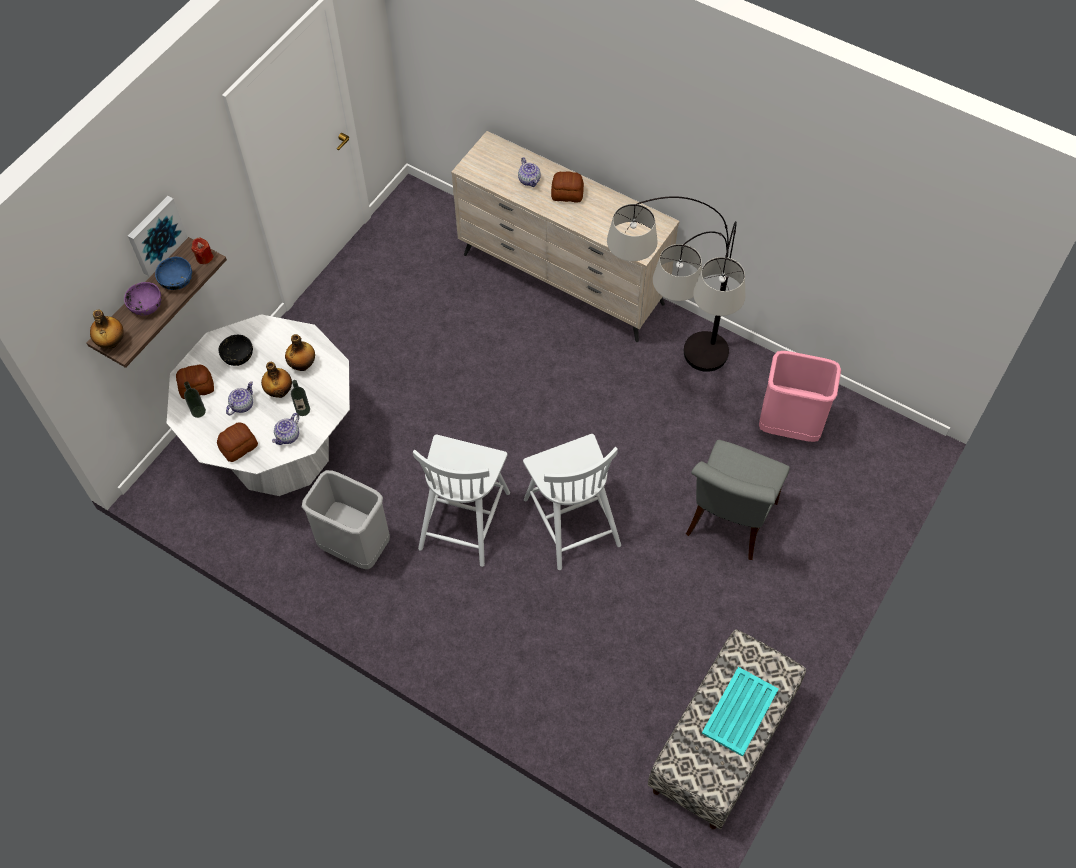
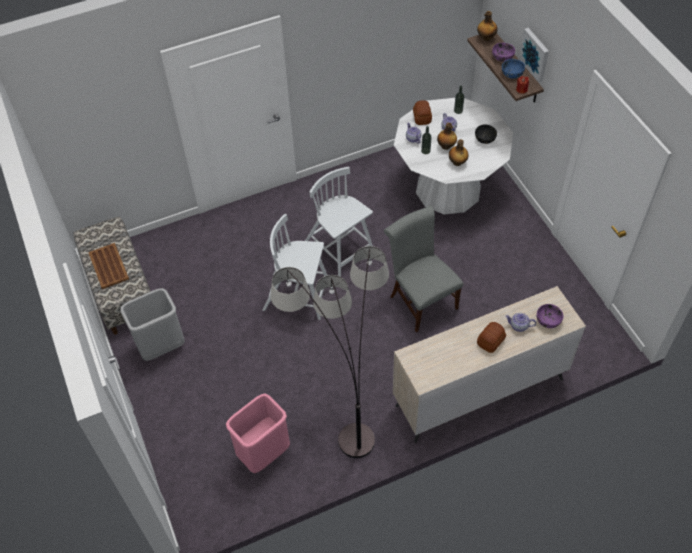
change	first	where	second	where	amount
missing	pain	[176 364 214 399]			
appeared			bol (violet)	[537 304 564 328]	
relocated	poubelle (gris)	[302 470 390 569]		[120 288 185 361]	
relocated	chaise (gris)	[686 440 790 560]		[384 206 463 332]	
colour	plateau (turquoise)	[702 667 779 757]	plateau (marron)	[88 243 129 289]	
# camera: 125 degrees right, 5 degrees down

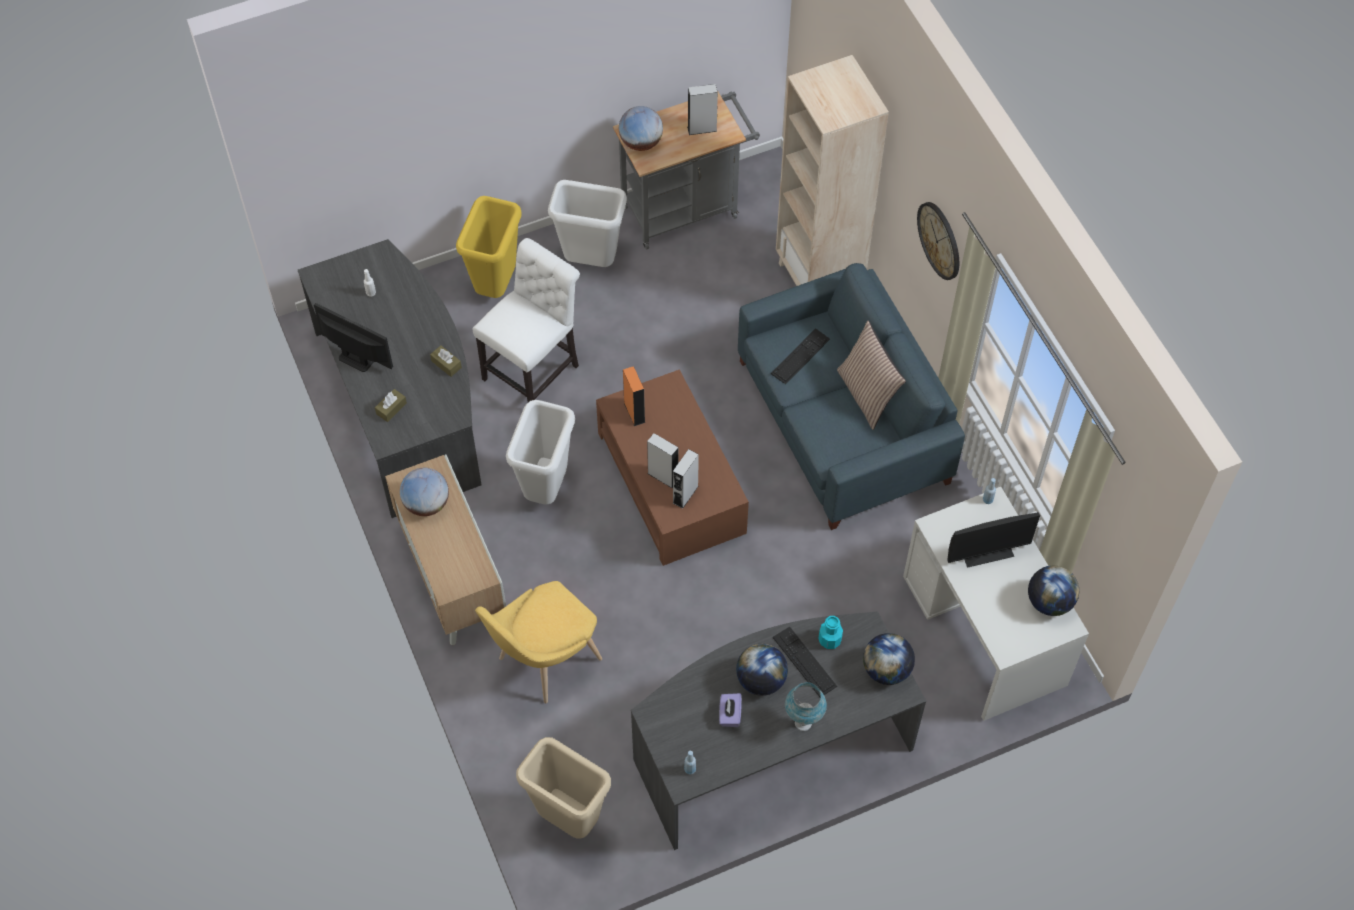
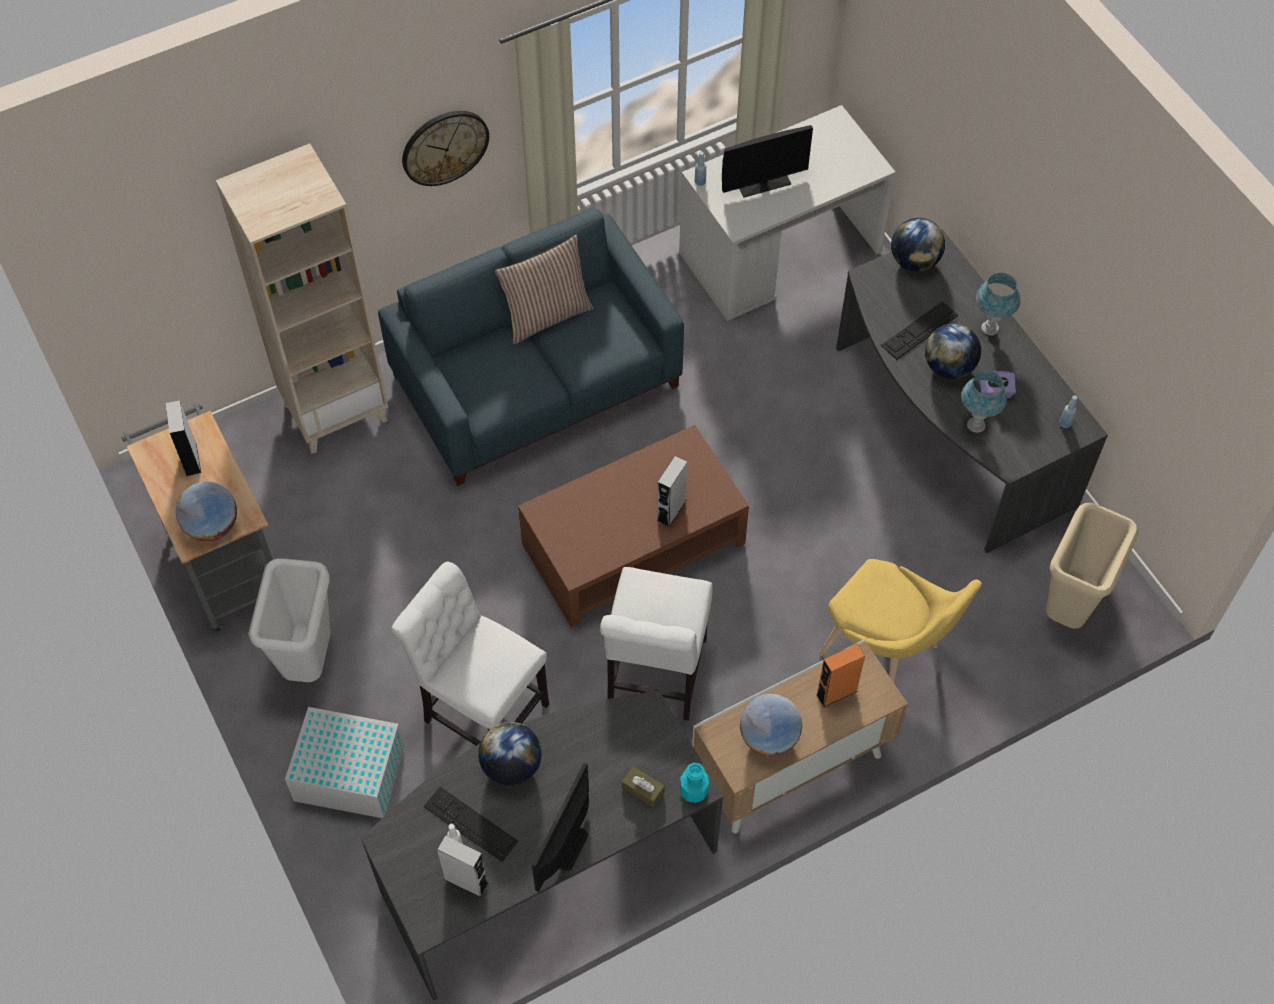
change	first	where	second	where	amount
missing	boîte à mouchoirs (marron)	[430 345 462 377]			
appeared			lampe de table (bleu)	[961 370 1007 433]	
relocated	enceinte (orange)	[623 366 645 426]		[816 644 865 708]	
relocated	enceinte (gris)	[673 449 699 509]		[437 836 489 898]	
relocated	clavier	[771 328 830 384]		[424 787 518 862]	
relocated	bouteille (turquoise)	[818 616 843 649]		[680 763 709 803]	
relocated	globe	[1028 566 1079 616]		[478 722 542 786]	
exchanged	poubelle (jaune)	[456 196 522 298]	boîte de rangement (blanc)	[285 707 404 818]	
exchanged	poubelle (blanc)	[506 400 575 505]	chaise (blanc)	[600 567 713 720]	
spun	écran d'ordinateur	[947 512 1040 568]		[722 125 813 198]	90 degrees clockwise
# camera: 95 degrees left, 0 degrees up

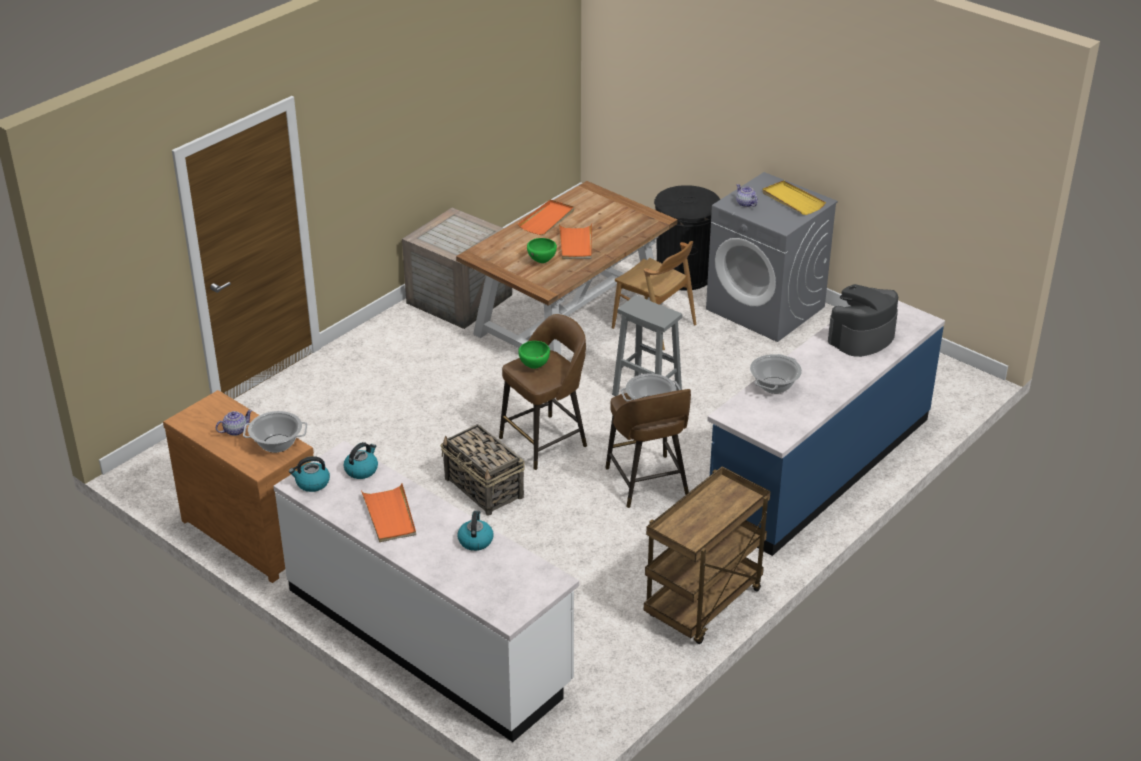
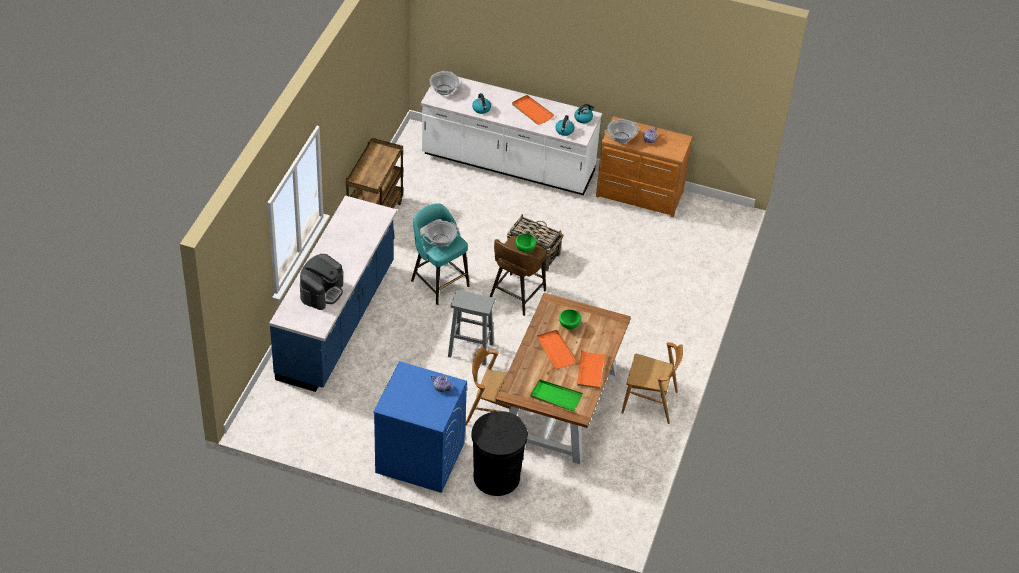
change	first	where	second	where	amount
missing	plateau (jaune)	[762 180 826 215]			
appeared			plateau (vert)	[530 379 583 412]	
relocated	marmite	[750 354 802 394]		[429 71 459 95]	
exchanged	caisse	[402 208 512 329]	chaise (marron)	[621 342 683 424]	
colour	tabouret (marron)	[606 389 691 508]	tabouret (turquoise)	[411 203 470 305]	
colour	lave-linge (gris)	[706 172 838 342]	lave-linge (bleu)	[373 361 467 493]	
# camera: 155 degrees right, 10 degrees up

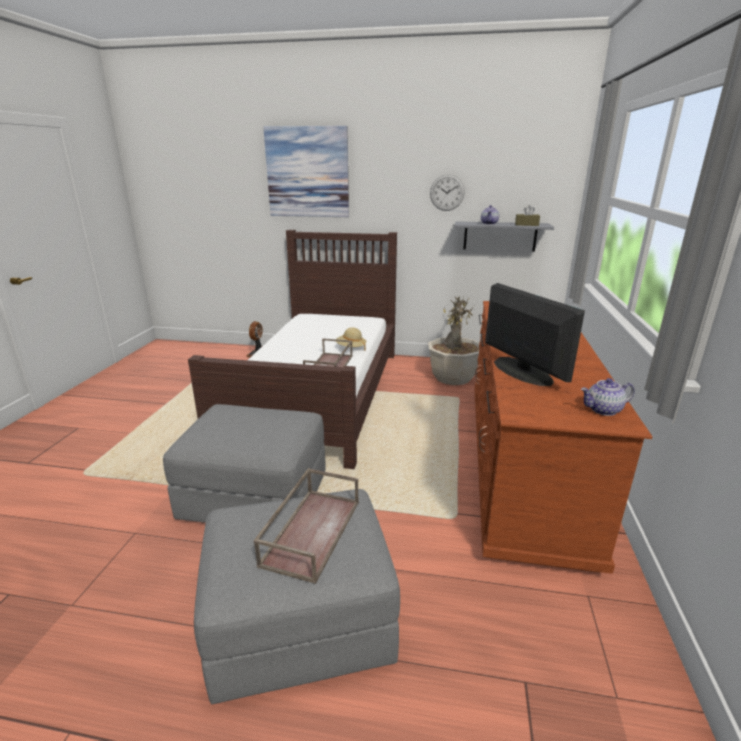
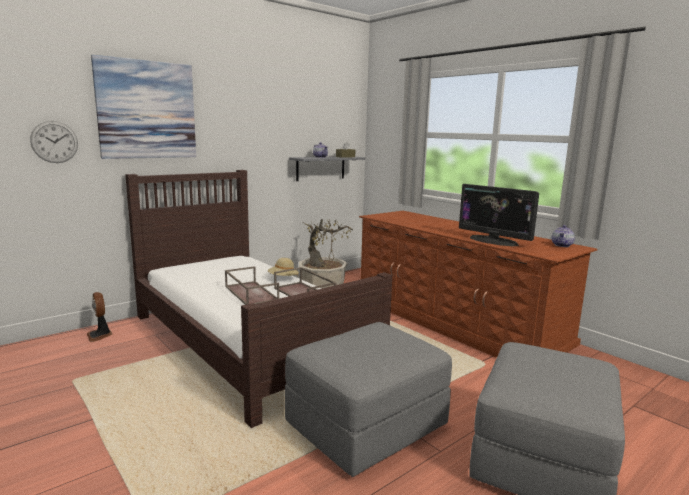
change	first	where	second	where	amount
relocated	plateau (marron)	[254 468 359 584]		[225 266 279 305]	
relocated	horloge murale	[430 174 465 211]		[30 121 78 163]	
spun	écran d'ordinateur	[485 283 585 386]		[459 184 539 246]	150 degrees counterclockwise
# camera: 50 degrees left, 10 degrees down

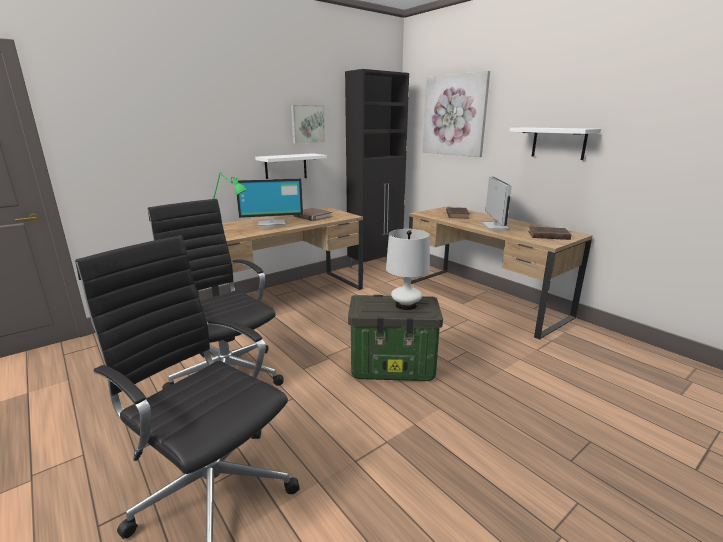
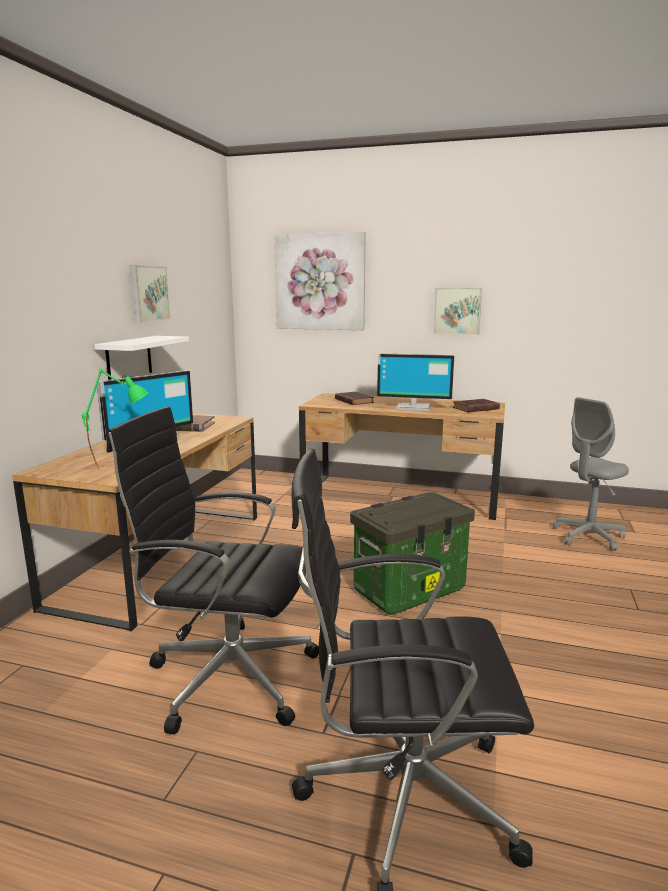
change	first	where	second	where	amount
missing	meuble de rangement (noir)	[345 69 409 273]			
missing	lampe de table (blanc)	[386 229 430 310]			
appeared			chaise de bureau (gris)	[552 397 629 551]	
exchanged	étagère (blanc)	[509 127 601 160]	tableau	[433 288 482 335]	
spun	écran d'ordinateur	[482 176 512 231]		[377 353 454 411]	135 degrees clockwise
# camera: 35 degrees left, 5 degrees down

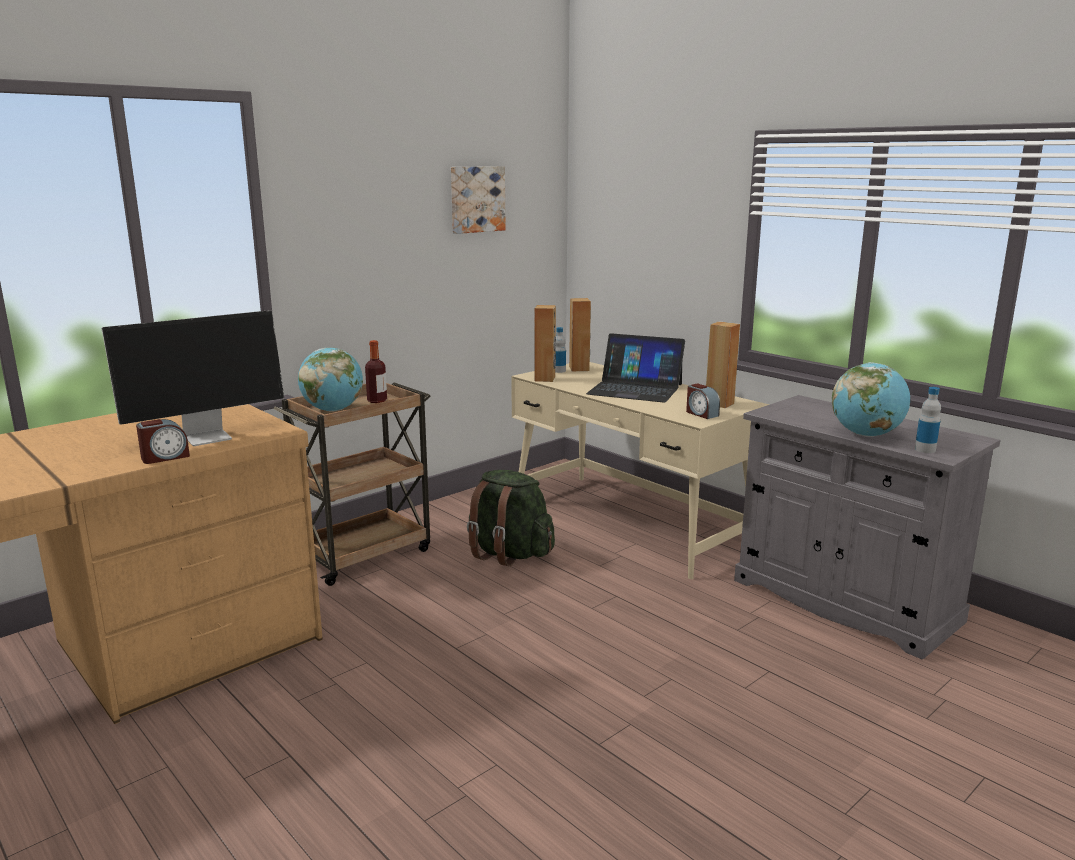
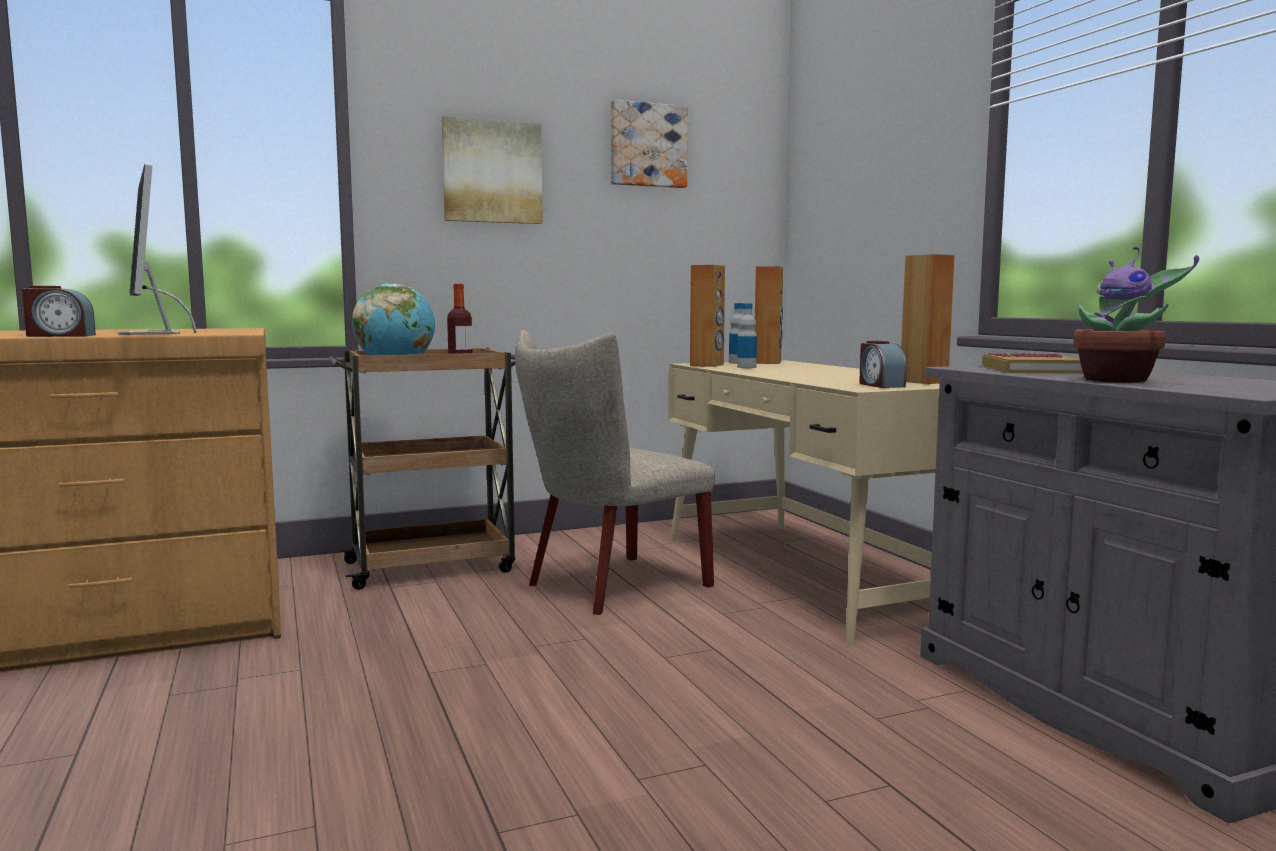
change	first	where	second	where	amount
missing	ordinateur portable	[586 333 685 403]			
appeared			tableau	[442 116 543 224]	
appeared			livre	[982 353 1083 374]	
relocated	bouteille	[915 387 941 453]		[737 303 757 368]	
exchanged	sac à dos (vert)	[467 470 555 566]	chaise (beige)	[515 330 715 615]	
exchanged	globe	[832 362 910 437]	plante en pot	[1073 246 1199 383]	
spun	écran d'ordinateur	[101 310 284 446]		[118 164 197 335]	75 degrees clockwise
# camera: 20 degrees right, 10 degrees down

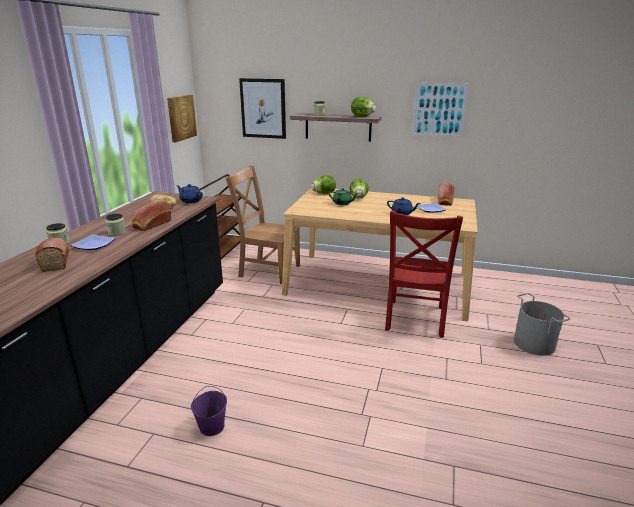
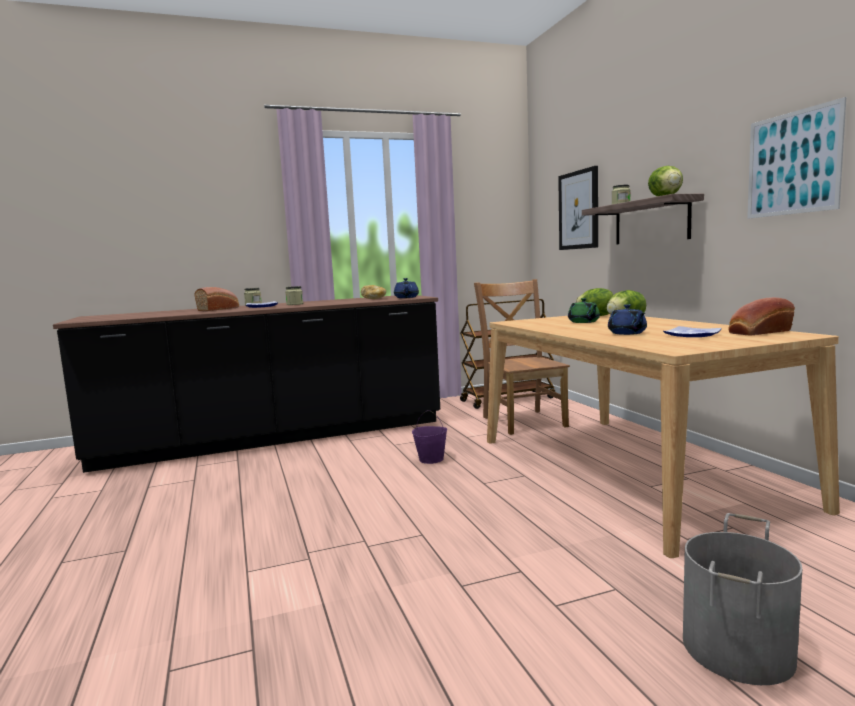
change	first	where	second	where	amount
missing	pain	[132 200 171 231]			
missing	tableau	[167 94 197 142]			
missing	chaise (rouge)	[385 210 463 338]			
relocated	seau (violet)	[191 386 227 436]		[412 410 447 464]	
# camera: 55 degrees right, 15 degrees down

